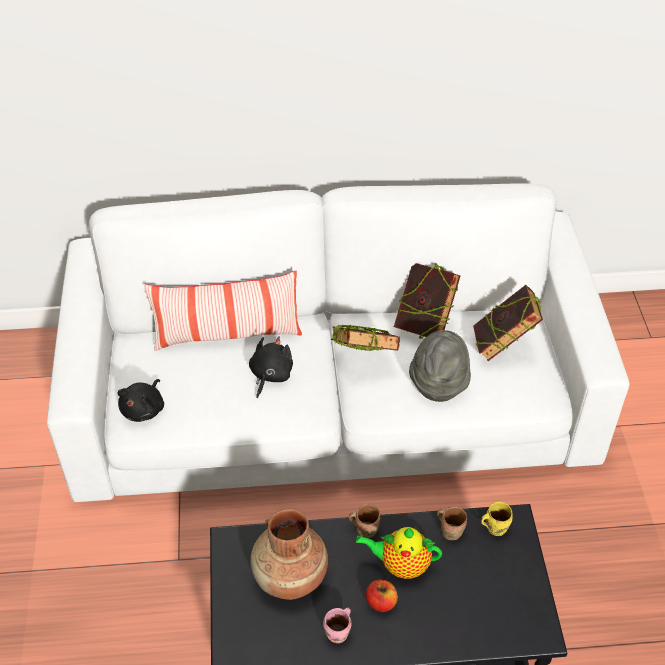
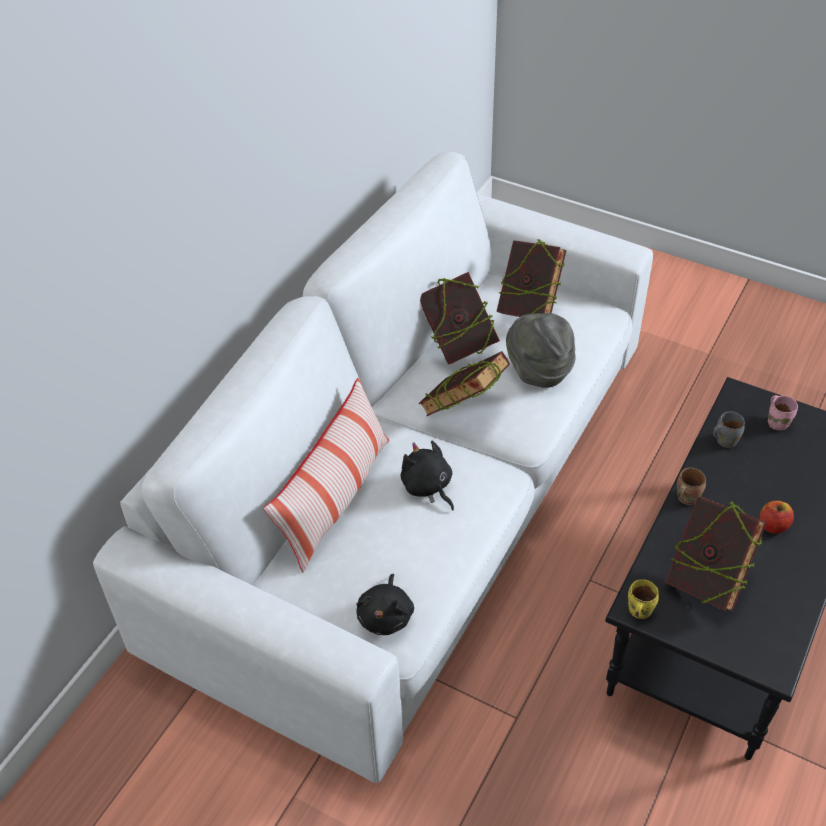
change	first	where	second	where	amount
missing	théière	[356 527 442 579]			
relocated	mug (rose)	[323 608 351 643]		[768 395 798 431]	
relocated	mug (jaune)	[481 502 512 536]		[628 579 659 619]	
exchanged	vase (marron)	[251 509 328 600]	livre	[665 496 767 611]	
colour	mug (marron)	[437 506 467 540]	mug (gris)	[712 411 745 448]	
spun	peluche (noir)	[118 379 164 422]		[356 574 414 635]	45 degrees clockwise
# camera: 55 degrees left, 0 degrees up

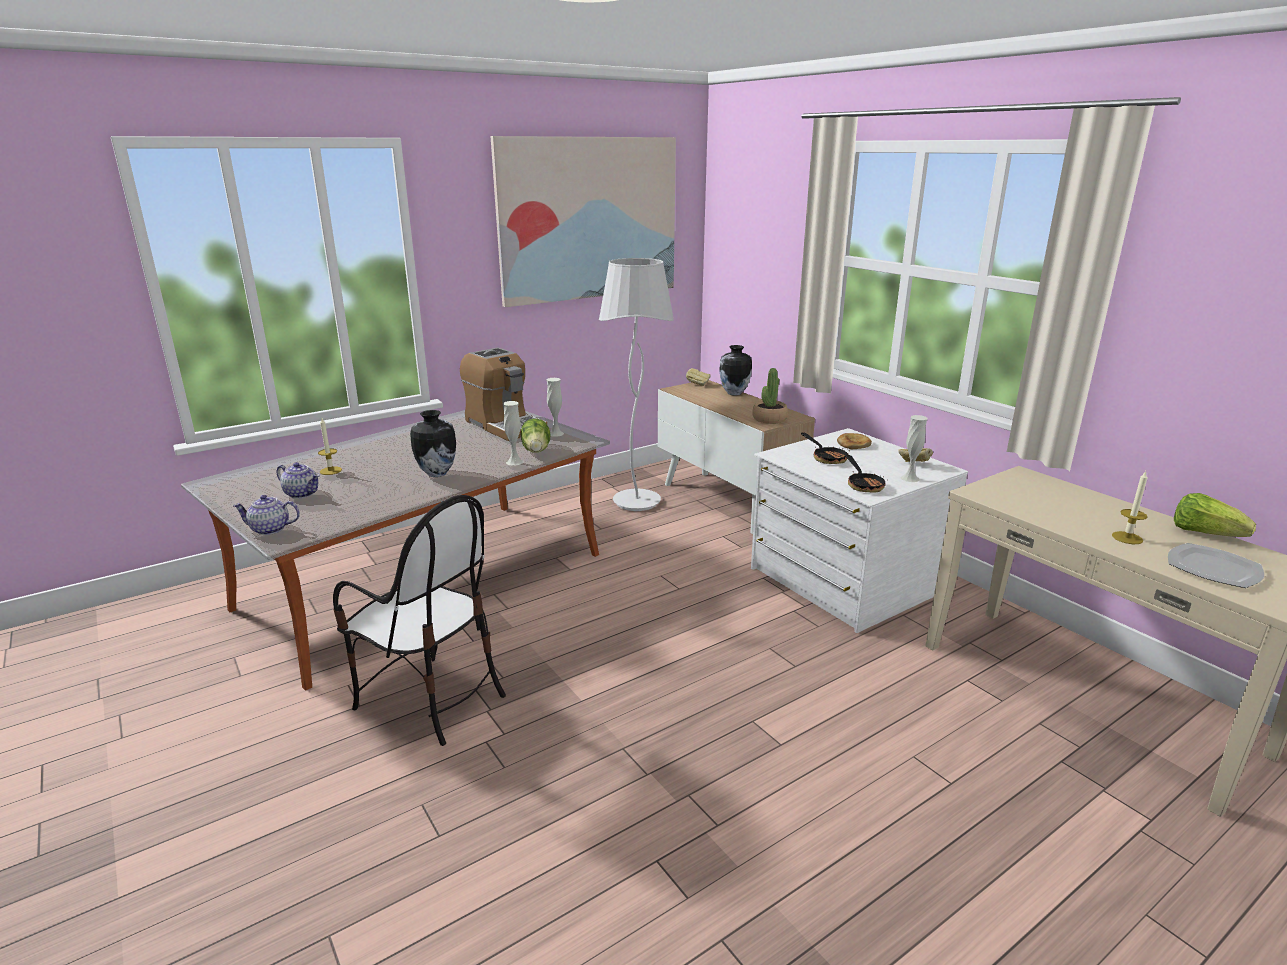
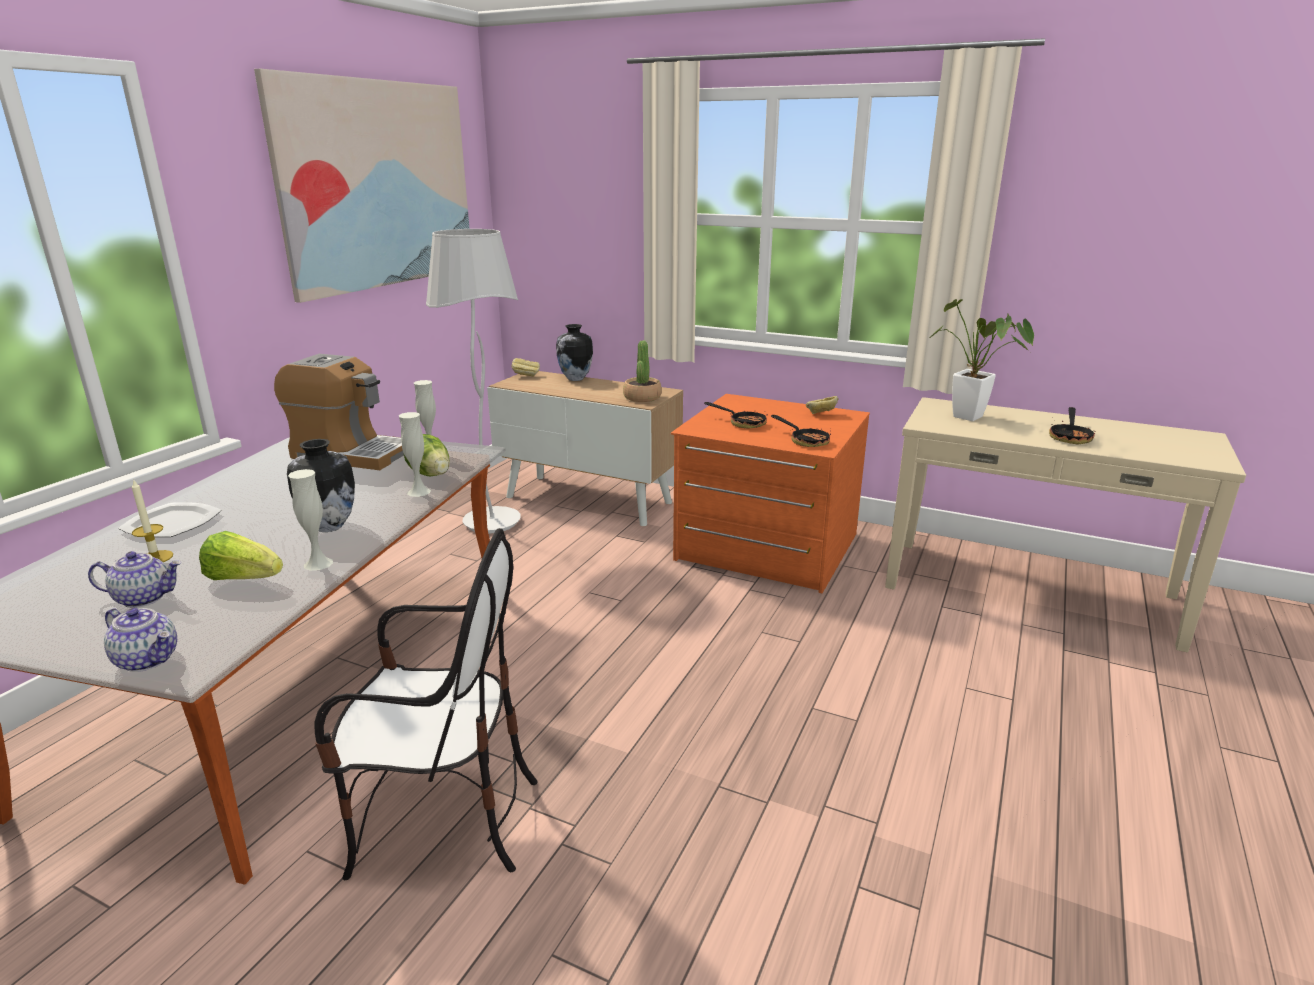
change	first	where	second	where	amount
missing	pain	[837 433 872 449]			
appeared			plante en pot	[929 299 1034 421]	
relocated	vase (blanc)	[901 415 928 482]		[288 469 333 571]	
relocated	assiette	[1168 543 1264 588]		[118 502 222 537]	
relocated	laitue	[1174 493 1256 537]		[199 531 283 580]	
exchanged	bougie	[1112 471 1148 544]	poêle	[1049 407 1096 445]	
colour	commode (blanc)	[751 428 968 633]	commode (orange)	[671 394 870 593]	
spun	théière	[232 495 300 535]		[104 608 177 672]	120 degrees counterclockwise
# camera: 30 degrees left, 0 degrees up

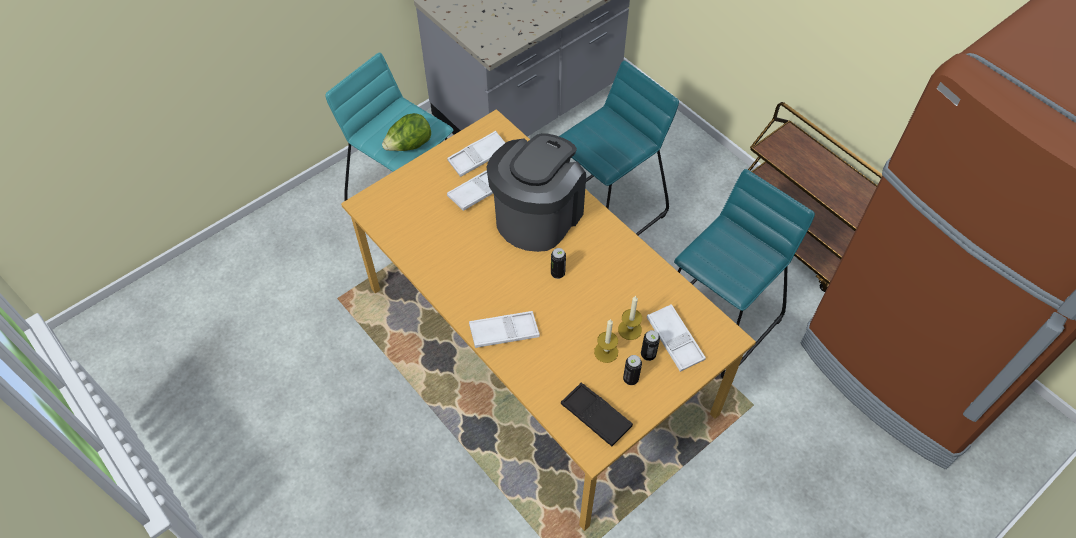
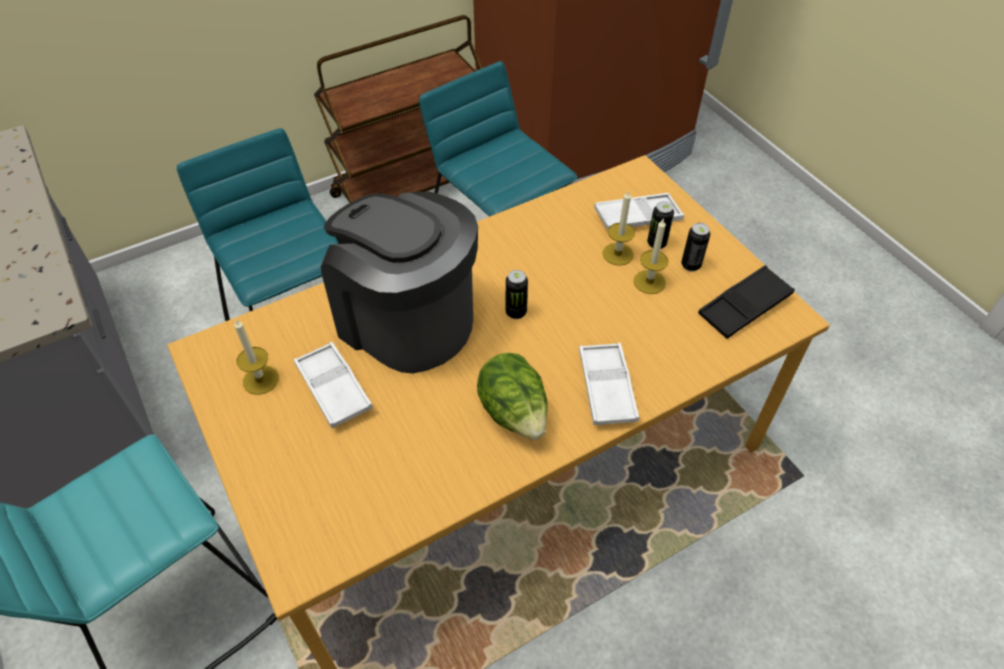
change	first	where	second	where	amount
relocated	laitue	[382 113 431 151]		[477 353 548 440]	
exchanged	plateau (blanc)	[447 131 505 177]	bougie	[234 320 279 395]	
# camera: 80 degrees left, 5 degrees down

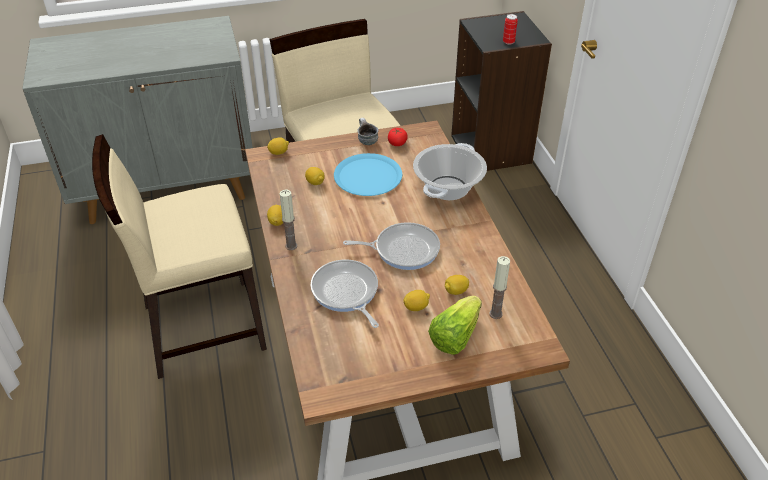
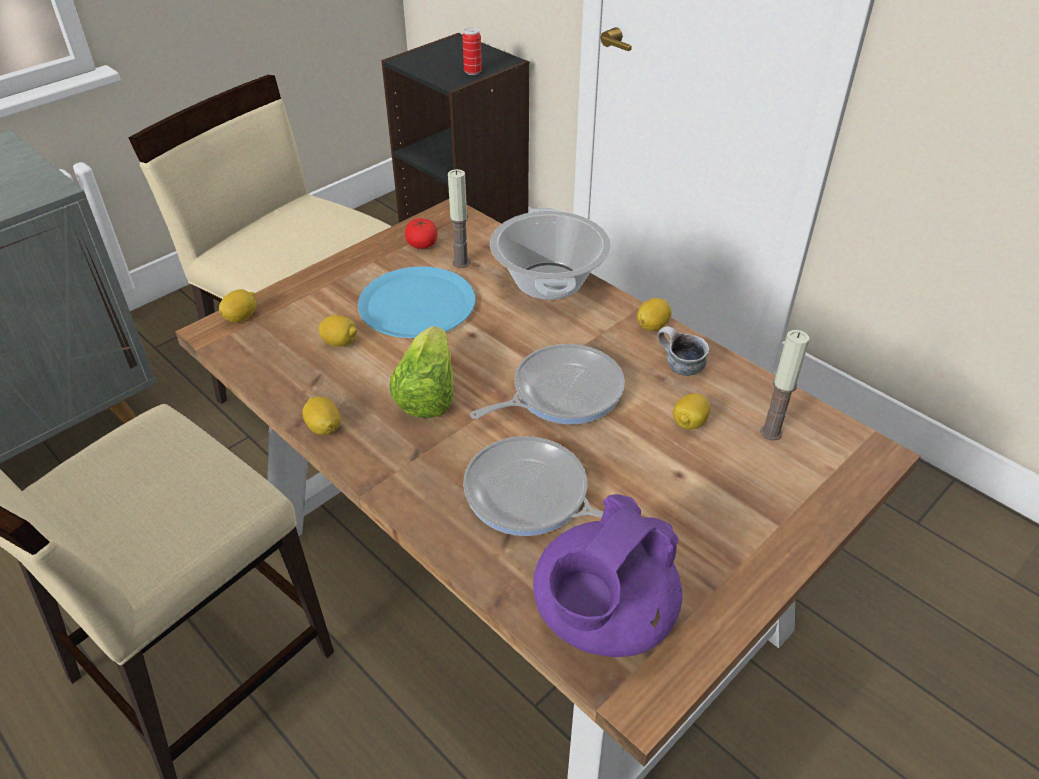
change	first	where	second	where	amount
appeared			théière (violet)	[533 494 682 657]	
relocated	bougie	[280 190 297 250]		[448 169 470 268]	
relocated	mug	[357 118 379 145]		[658 326 710 376]	
relocated	citron	[403 290 430 311]		[637 298 671 331]	
relocated	laitue	[428 296 482 355]		[389 326 453 418]	
# camera: 30 degrees left, 0 degrees up

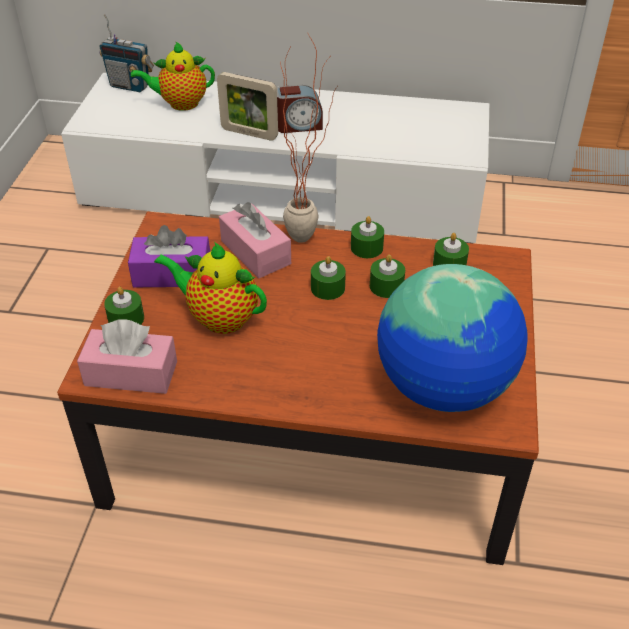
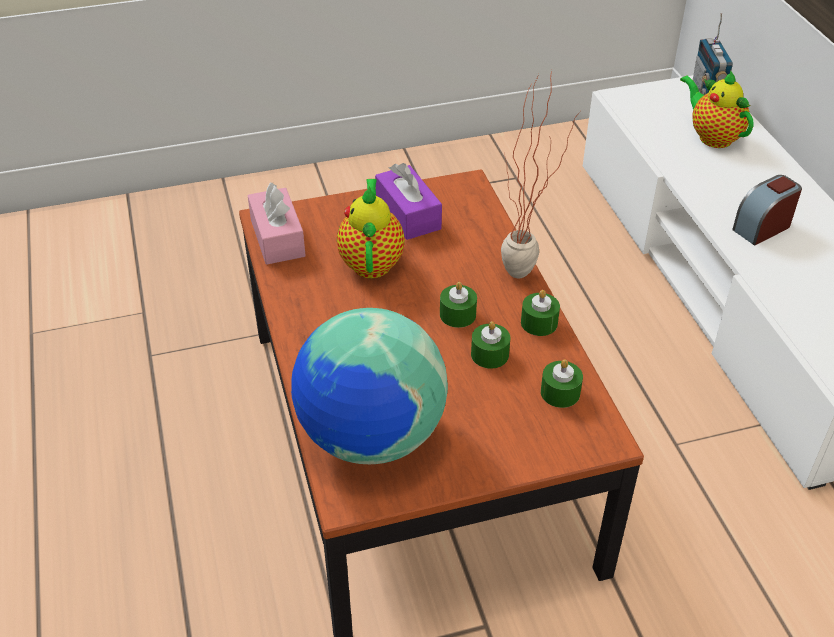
change	first	where	second	where	amount
missing	bougie (vert)	[104 287 144 325]			
missing	cadre photo	[217 72 278 141]			
missing	boîte à mouchoirs (rose)	[219 202 291 278]			
spun	réveil	[277 85 323 133]		[732 175 802 246]	90 degrees clockwise
# camera: 65 degrees right, 0 degrees up

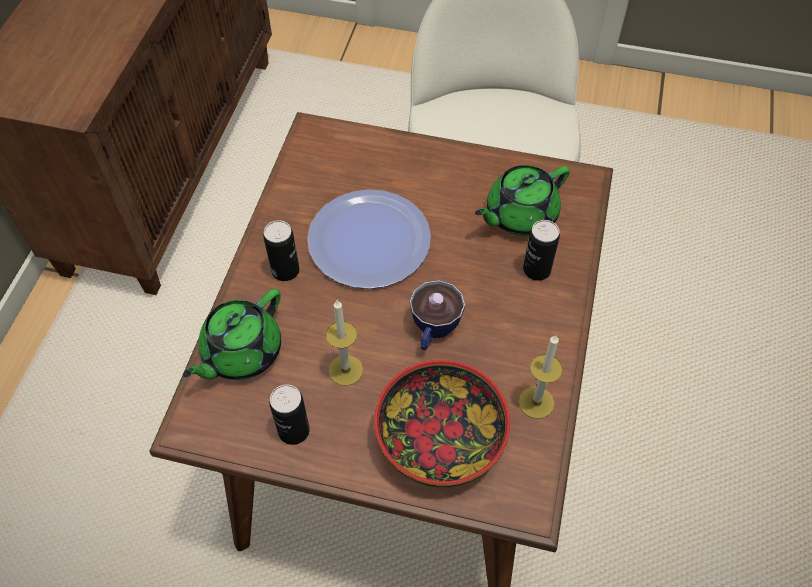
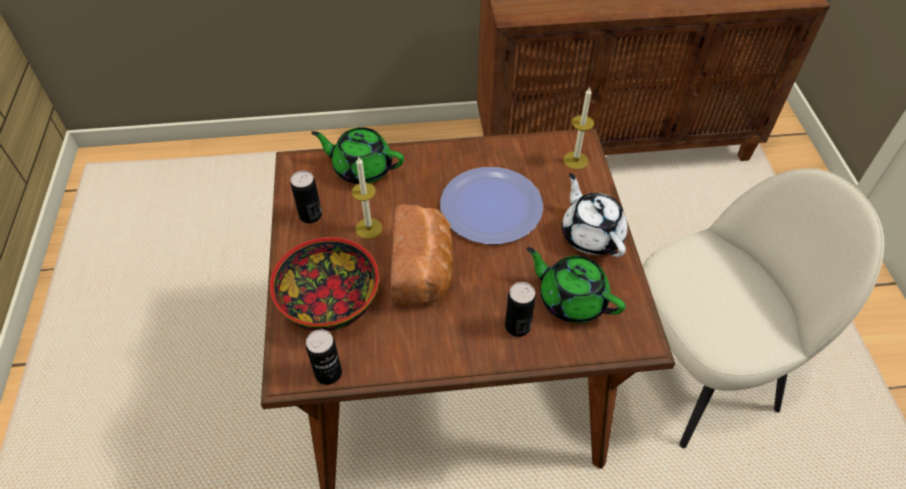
change	first	where	second	where	amount
appeared			théière (blanc)	[562 173 628 257]	
relocated	boîte métallique	[263 220 300 281]		[306 330 342 385]	
relocated	bougie	[519 335 563 419]		[563 87 594 170]	
exchanged	tasse	[410 280 465 350]	pain	[390 204 453 307]	
# camera: 70 degrees right, 5 degrees down

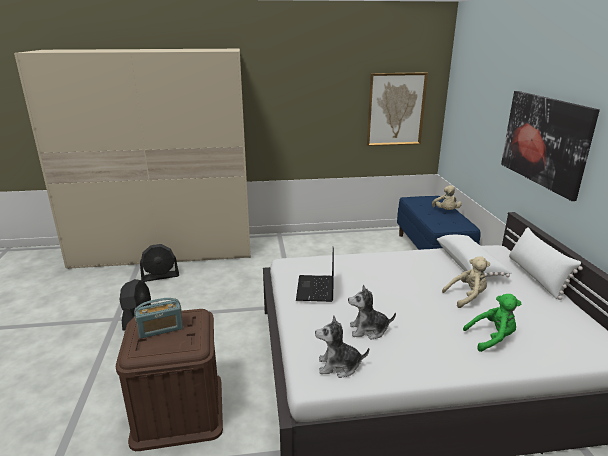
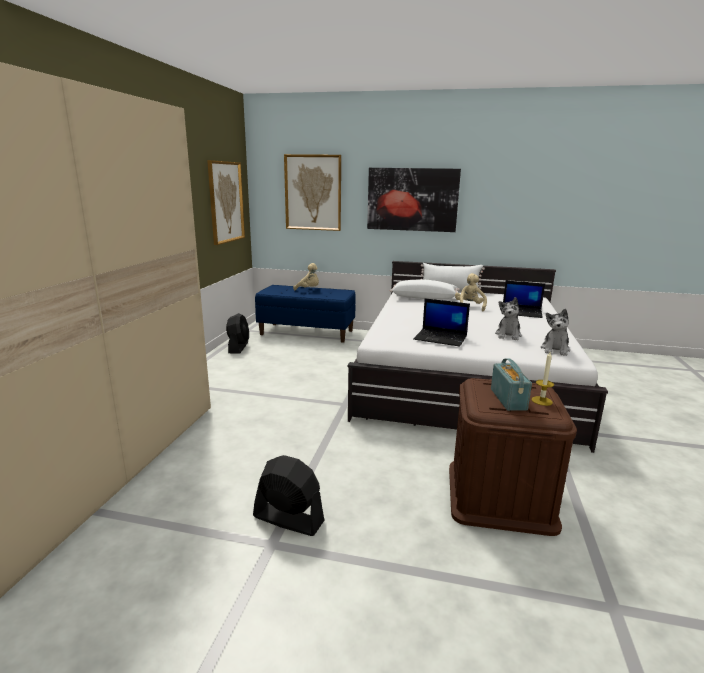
change	first	where	second	where	amount
appeared			tableau	[284 154 341 231]	
appeared			bougie	[531 352 554 406]	
relocated	ventilateur (noir)	[140 244 179 282]		[226 313 249 354]	
exchanged	peluche (vert)	[463 294 521 352]	ordinateur portable	[501 281 545 318]	
# camera: 70 degrees left, 5 degrees down

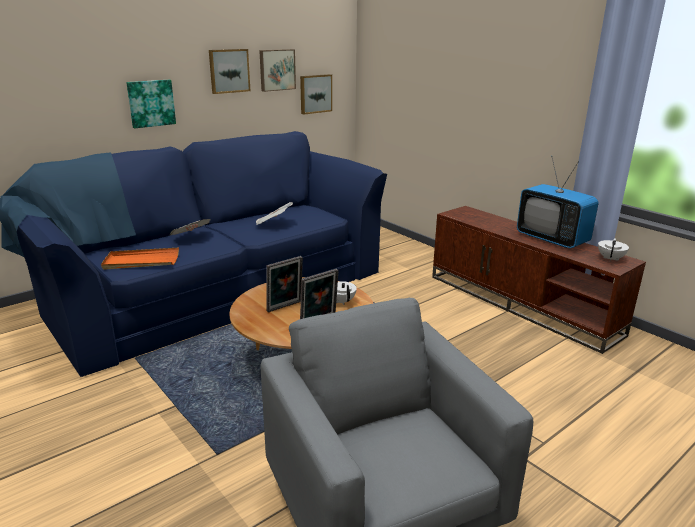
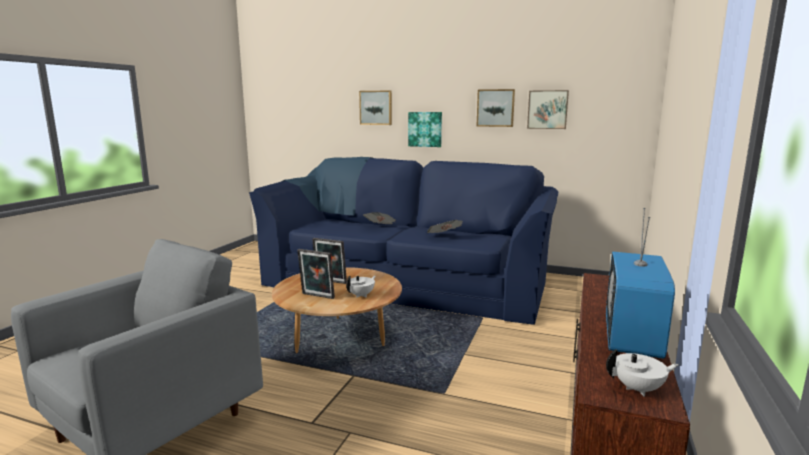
change	first	where	second	where	amount
missing	plateau (orange)	[101 248 179 270]			
relocated	tableau	[300 74 332 115]		[359 91 392 125]	
# camera: 60 degrees right, 10 degrees down

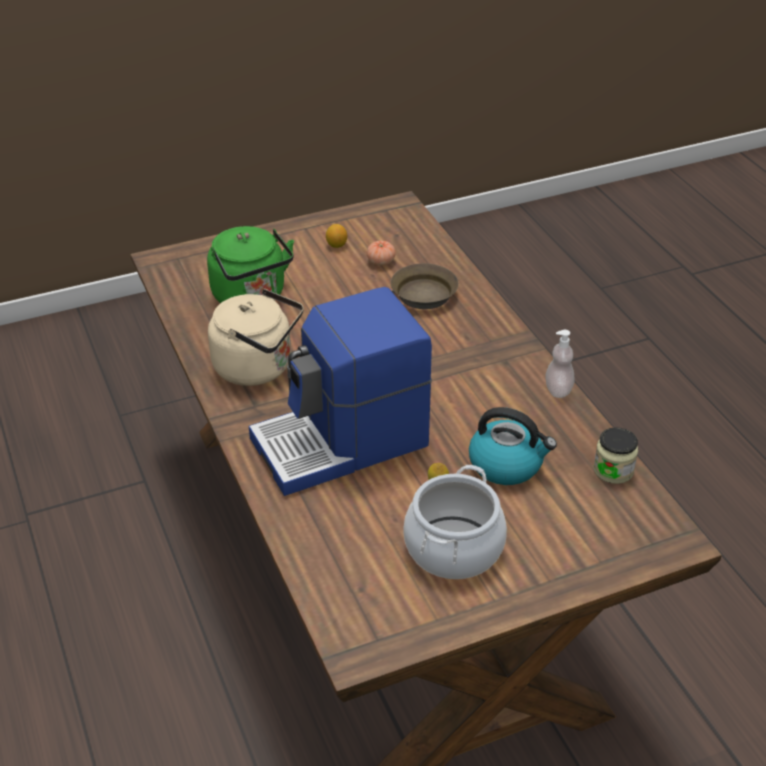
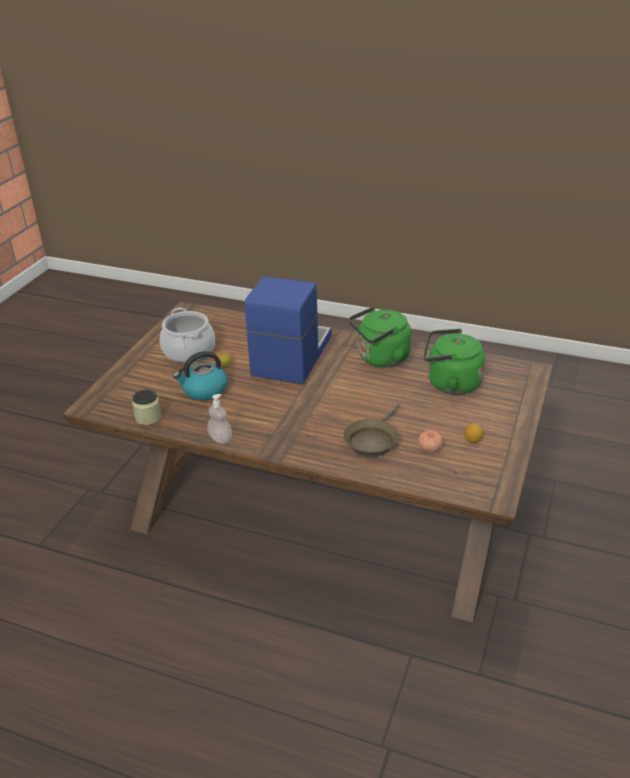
change	first	where	second	where	amount
colour	bouilloire (beige)	[208 289 304 386]	bouilloire (vert)	[349 306 411 367]	
# camera: 135 degrees right, 5 degrees down

